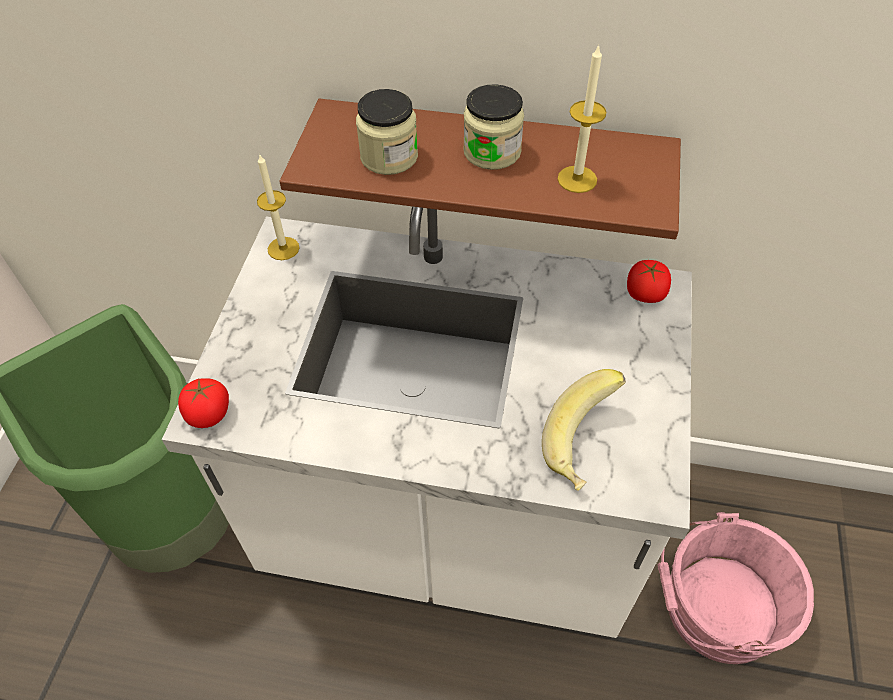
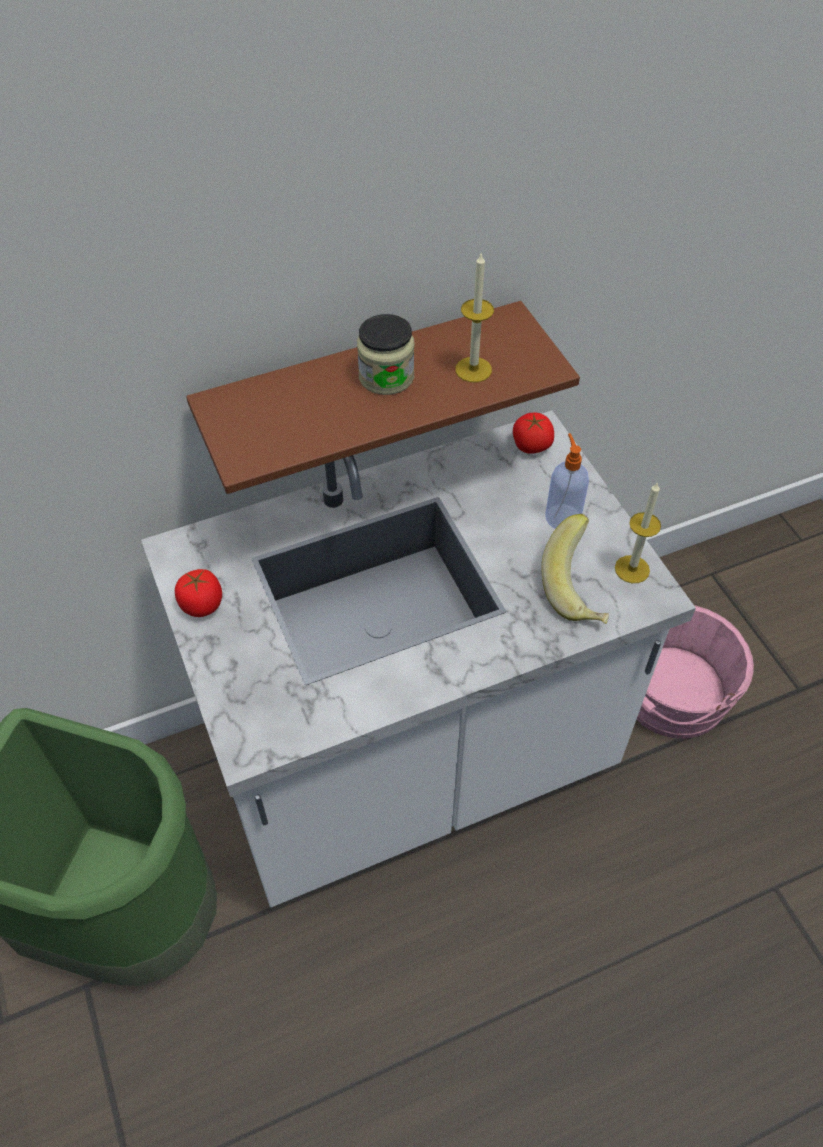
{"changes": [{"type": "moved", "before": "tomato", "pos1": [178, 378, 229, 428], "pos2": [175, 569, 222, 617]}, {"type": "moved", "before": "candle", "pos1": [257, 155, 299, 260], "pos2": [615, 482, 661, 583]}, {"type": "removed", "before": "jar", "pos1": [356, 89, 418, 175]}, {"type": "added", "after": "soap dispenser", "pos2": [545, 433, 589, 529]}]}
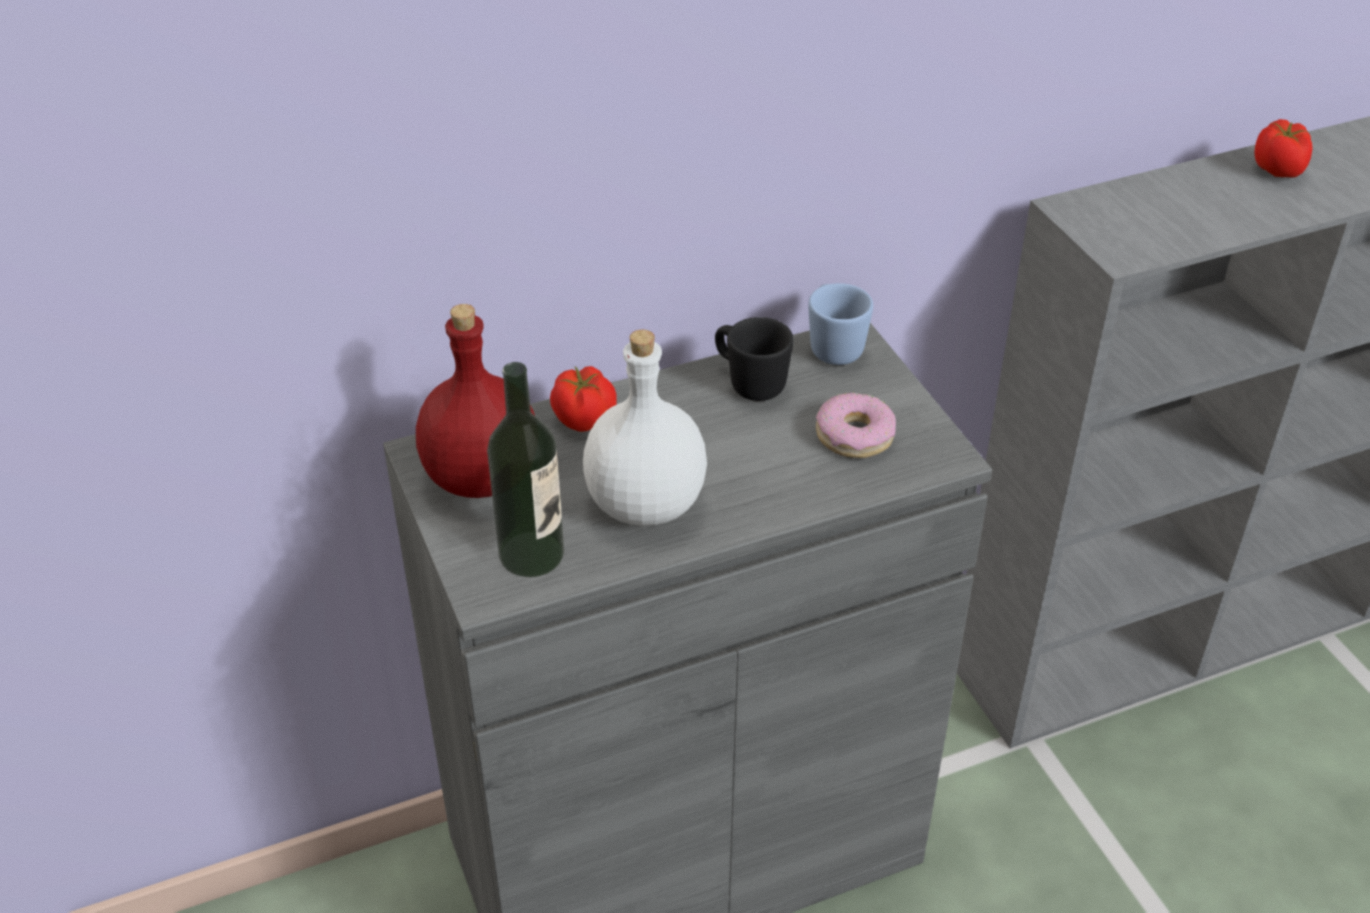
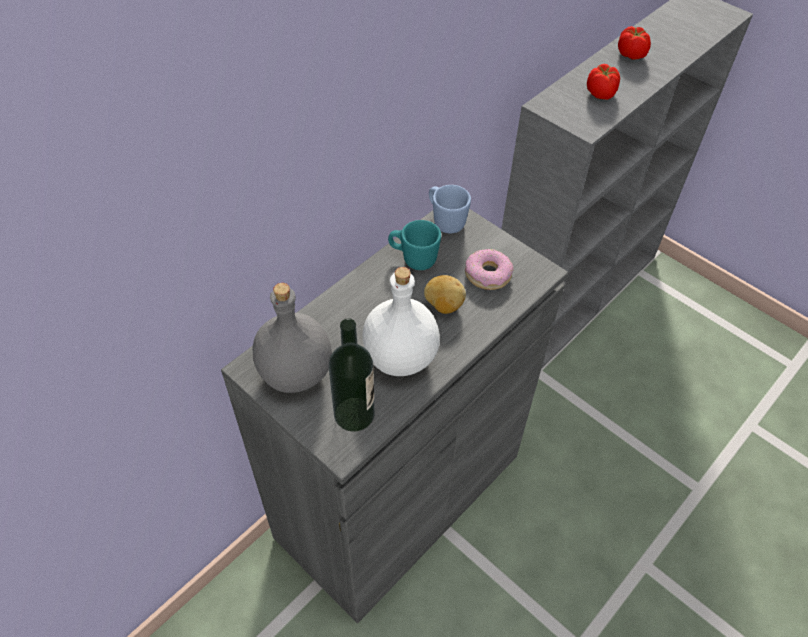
{"changes": [{"type": "recoloured", "before": "red bottle", "after": "grey bottle", "pos1": [416, 304, 535, 498], "pos2": [252, 283, 332, 393]}, {"type": "moved", "before": "tomato", "pos1": [550, 366, 617, 432], "pos2": [587, 64, 620, 100]}, {"type": "recoloured", "before": "black mug", "after": "turquoise mug", "pos1": [715, 317, 794, 401], "pos2": [388, 220, 441, 270]}, {"type": "added", "after": "potato", "pos2": [424, 275, 466, 314]}]}
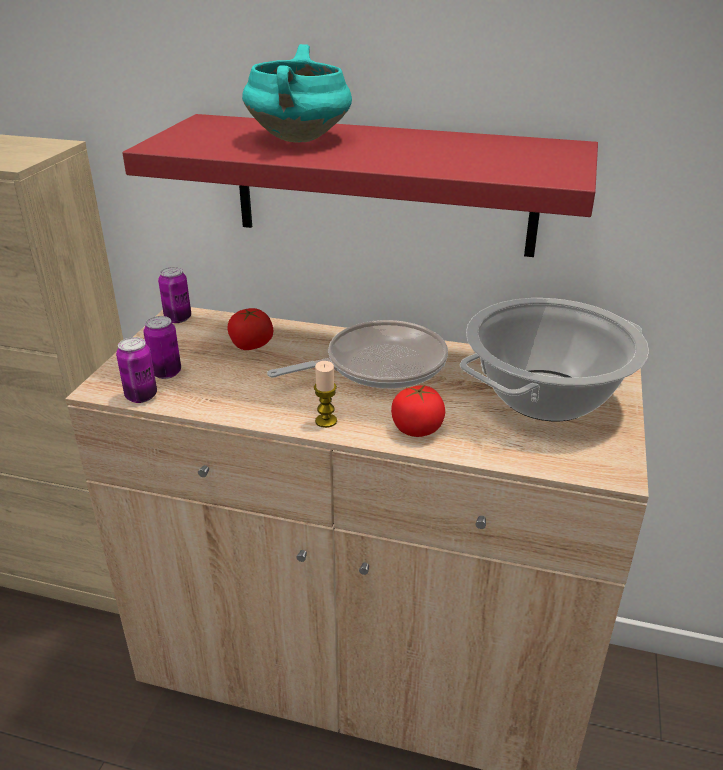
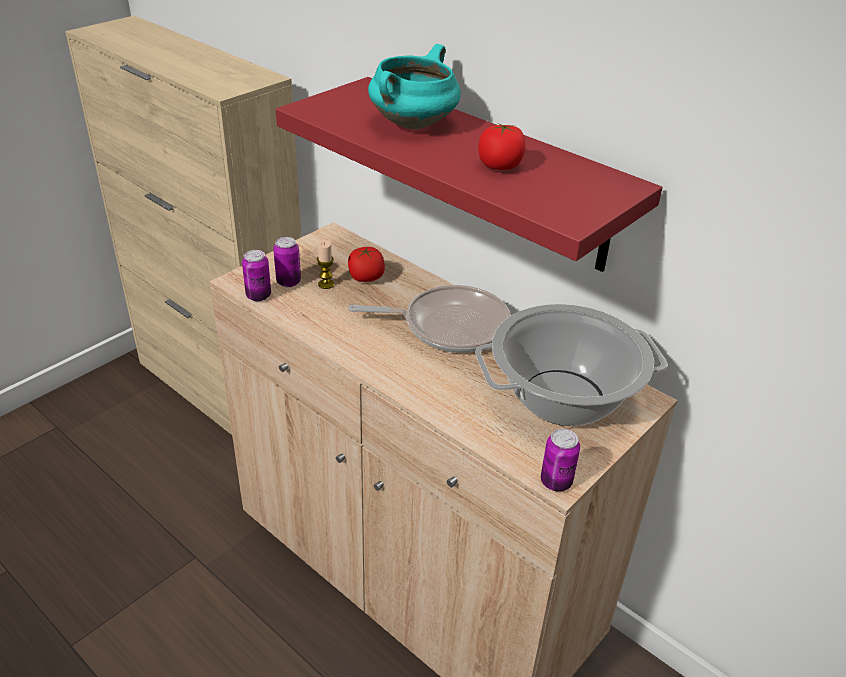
{"changes": [{"type": "moved", "before": "can", "pos1": [158, 267, 191, 323], "pos2": [541, 429, 580, 492]}, {"type": "moved", "before": "candle", "pos1": [314, 361, 337, 428], "pos2": [317, 240, 334, 289]}, {"type": "moved", "before": "tomato", "pos1": [391, 384, 445, 437], "pos2": [478, 123, 526, 170]}]}
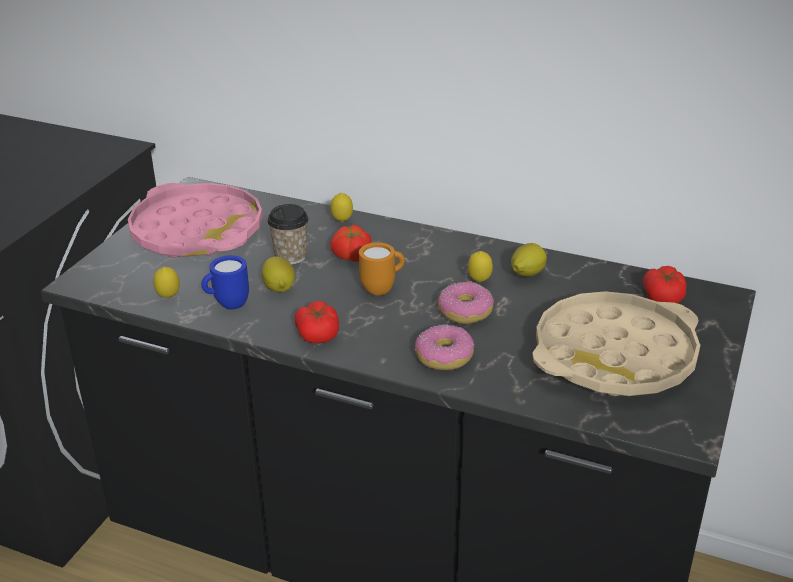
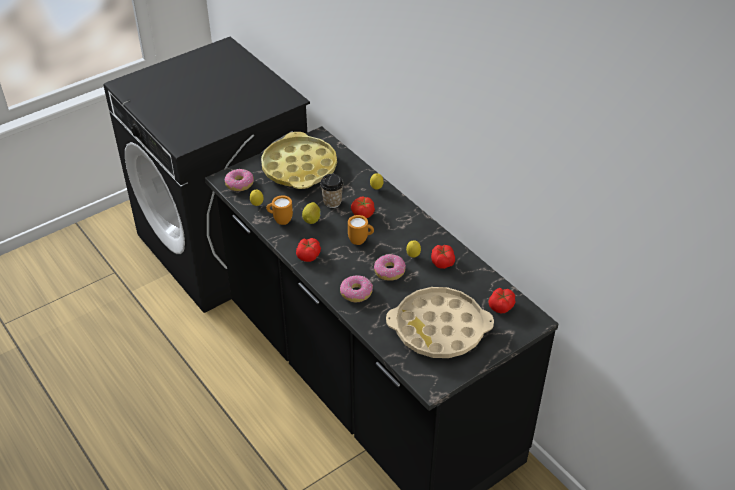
{"changes": [{"type": "recoloured", "before": "pink tray", "after": "yellow tray", "pos1": [128, 183, 263, 258], "pos2": [261, 132, 337, 189]}, {"type": "recoloured", "before": "blue mug", "after": "orange mug", "pos1": [201, 255, 249, 310], "pos2": [266, 195, 293, 225]}, {"type": "replaced", "before": "lemon", "after": "tomato", "pos1": [511, 243, 547, 277], "pos2": [431, 245, 455, 269]}, {"type": "added", "after": "donut", "pos2": [225, 169, 254, 191]}]}
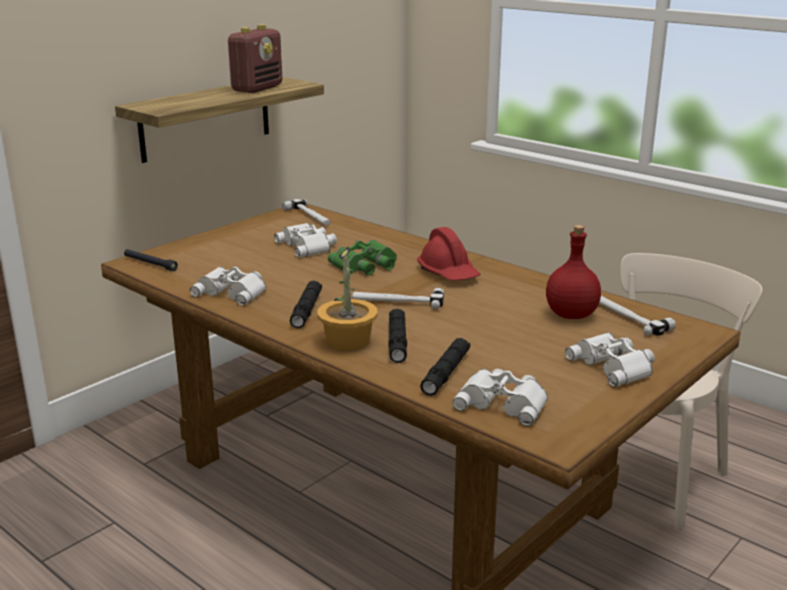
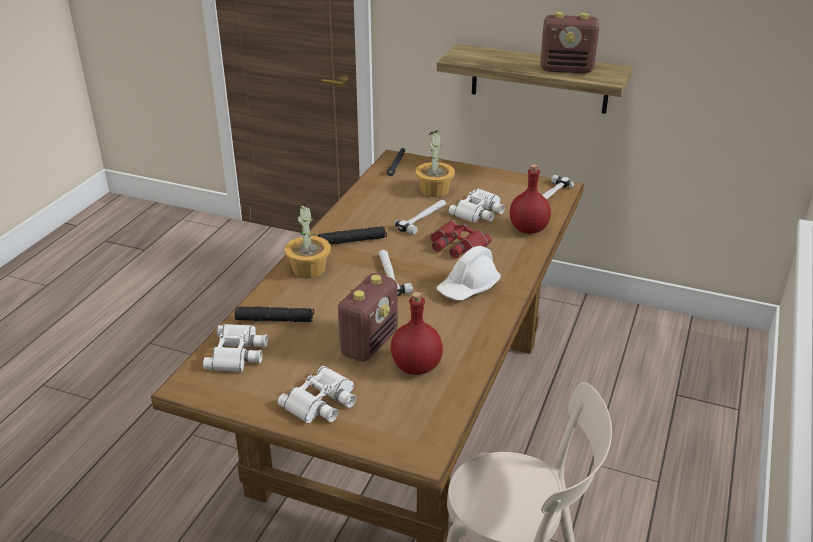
{"changes": [{"type": "removed", "before": "white binoculars", "pos1": [190, 266, 266, 305]}, {"type": "recoloured", "before": "green binoculars", "after": "red binoculars", "pos1": [328, 240, 397, 275], "pos2": [430, 221, 492, 258]}, {"type": "removed", "before": "black flashlight", "pos1": [388, 309, 407, 363]}, {"type": "recoloured", "before": "red hard hat", "after": "white hard hat", "pos1": [417, 227, 480, 281], "pos2": [436, 246, 501, 301]}, {"type": "moved", "before": "hammer", "pos1": [599, 296, 676, 336], "pos2": [394, 200, 446, 235]}, {"type": "added", "after": "radio", "pos2": [338, 273, 398, 362]}, {"type": "added", "after": "potted plant", "pos2": [415, 130, 455, 197]}, {"type": "added", "after": "red bottle", "pos2": [510, 164, 551, 234]}]}
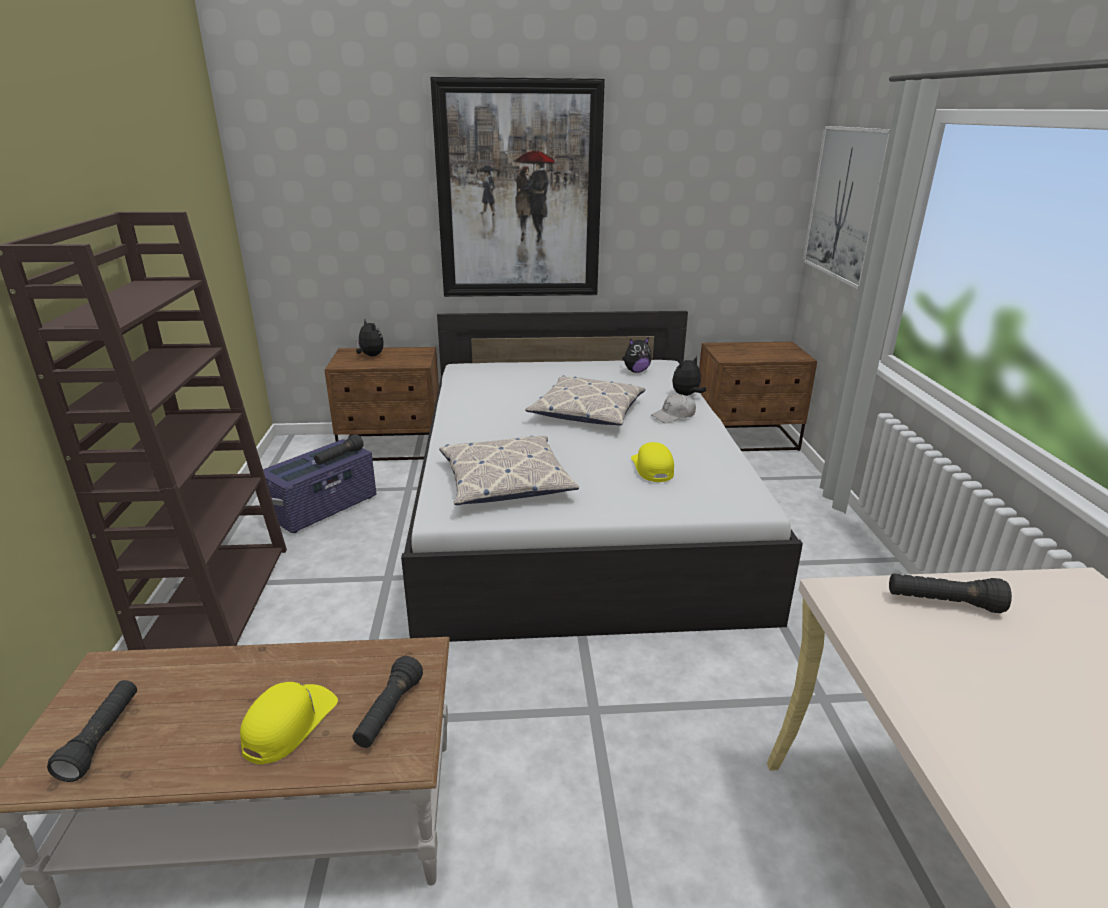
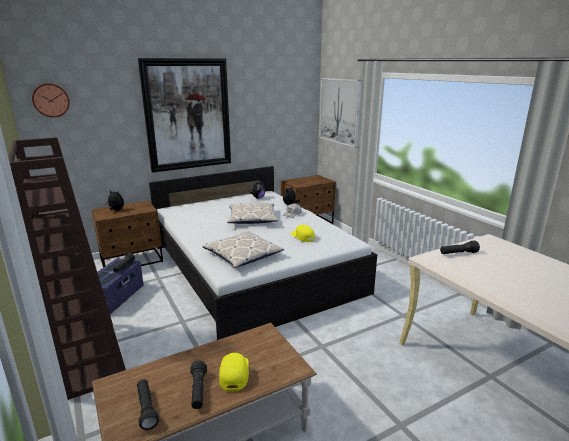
{"changes": [{"type": "moved", "before": "black flashlight", "pos1": [352, 656, 423, 748], "pos2": [190, 361, 207, 409]}, {"type": "added", "after": "wall clock", "pos2": [32, 83, 70, 117]}]}
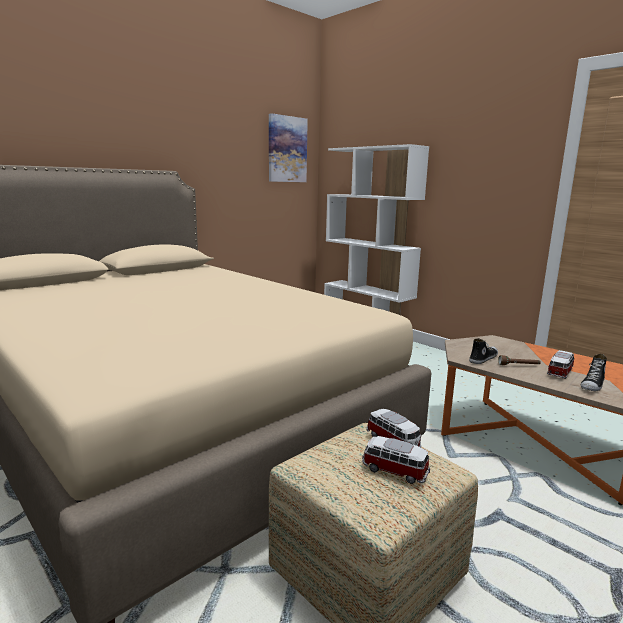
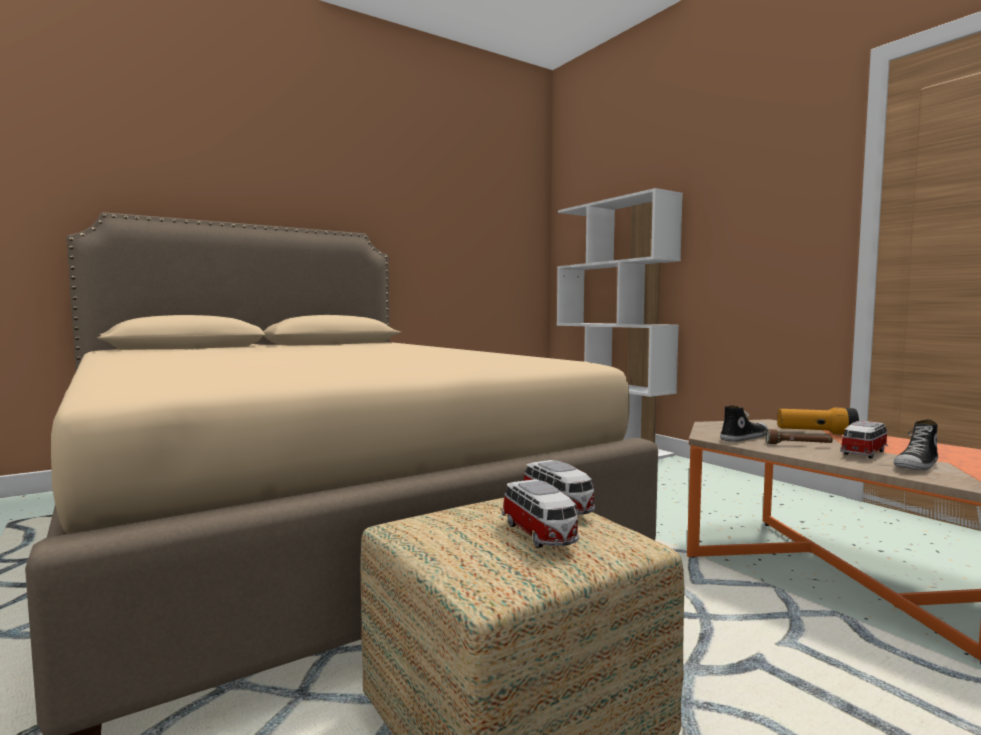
{"changes": [{"type": "removed", "before": "picture", "pos1": [269, 113, 308, 182]}, {"type": "turned", "before": "toy car", "pos1": [362, 436, 430, 484], "pos2": [502, 479, 580, 548], "turn": -150}, {"type": "added", "after": "flashlight", "pos2": [777, 408, 859, 435]}]}
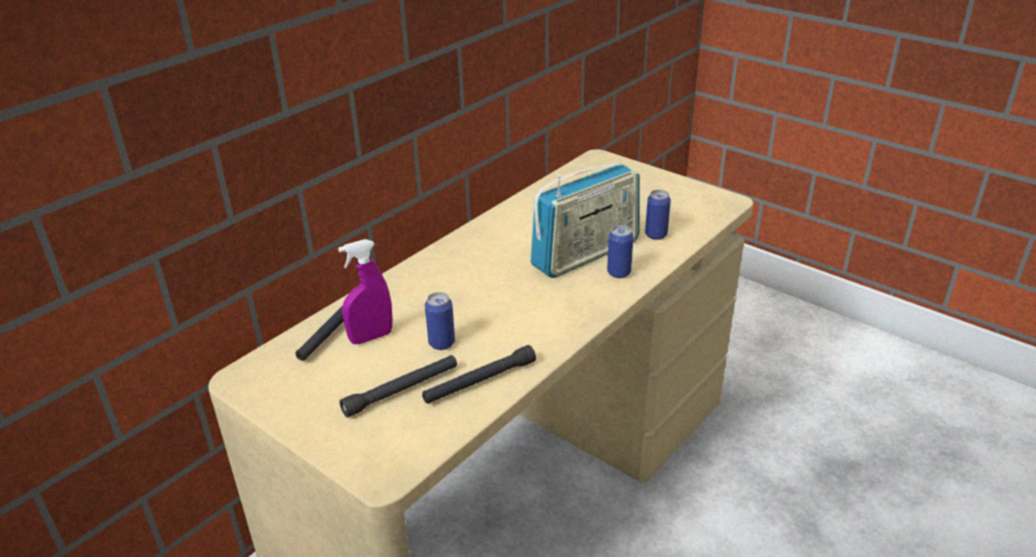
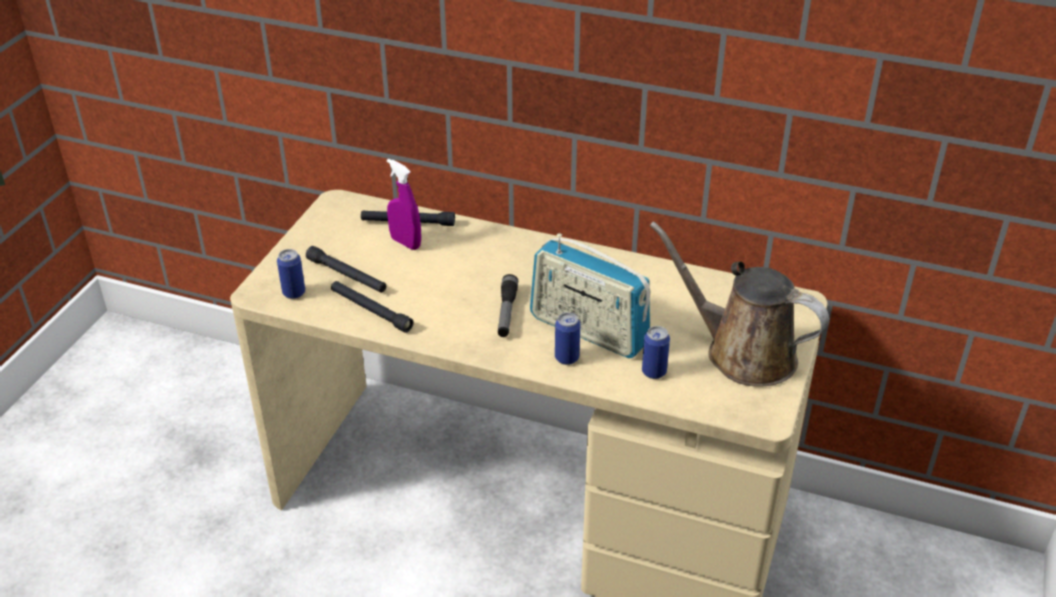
{"changes": [{"type": "moved", "before": "can", "pos1": [425, 292, 455, 350], "pos2": [277, 249, 305, 299]}, {"type": "added", "after": "flashlight", "pos2": [498, 274, 518, 337]}, {"type": "added", "after": "brown watering can", "pos2": [650, 221, 829, 387]}]}
